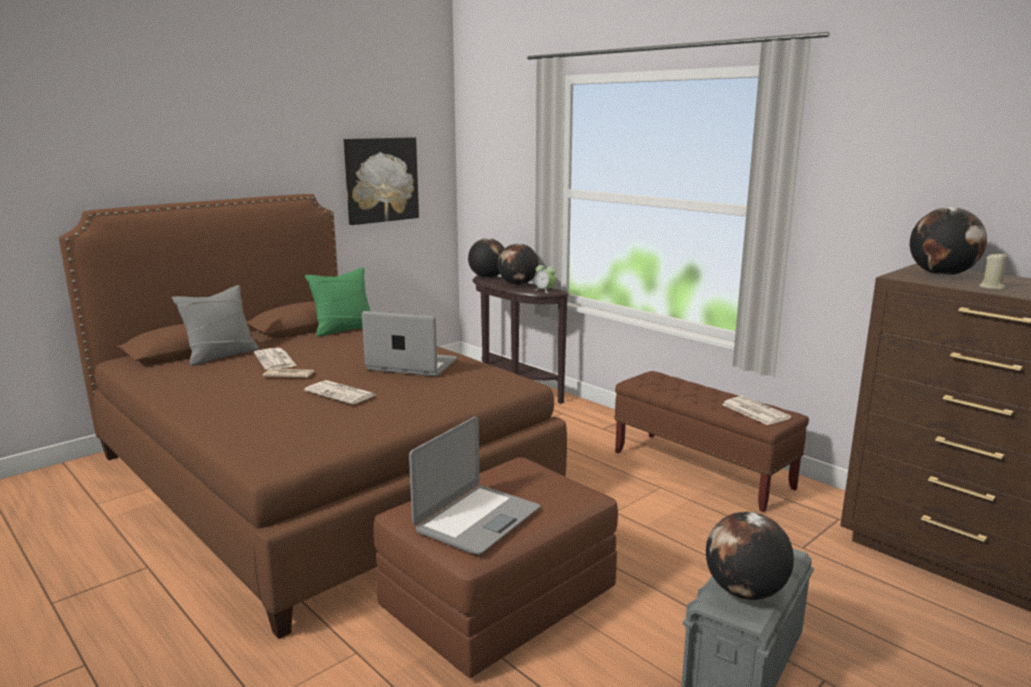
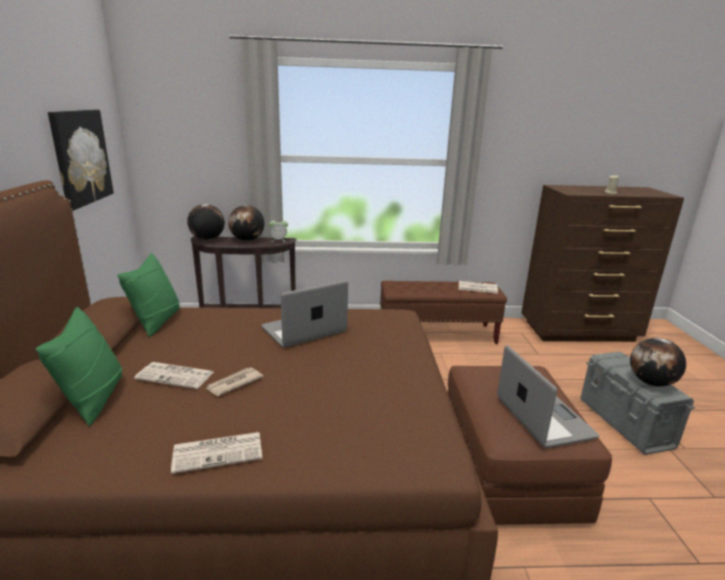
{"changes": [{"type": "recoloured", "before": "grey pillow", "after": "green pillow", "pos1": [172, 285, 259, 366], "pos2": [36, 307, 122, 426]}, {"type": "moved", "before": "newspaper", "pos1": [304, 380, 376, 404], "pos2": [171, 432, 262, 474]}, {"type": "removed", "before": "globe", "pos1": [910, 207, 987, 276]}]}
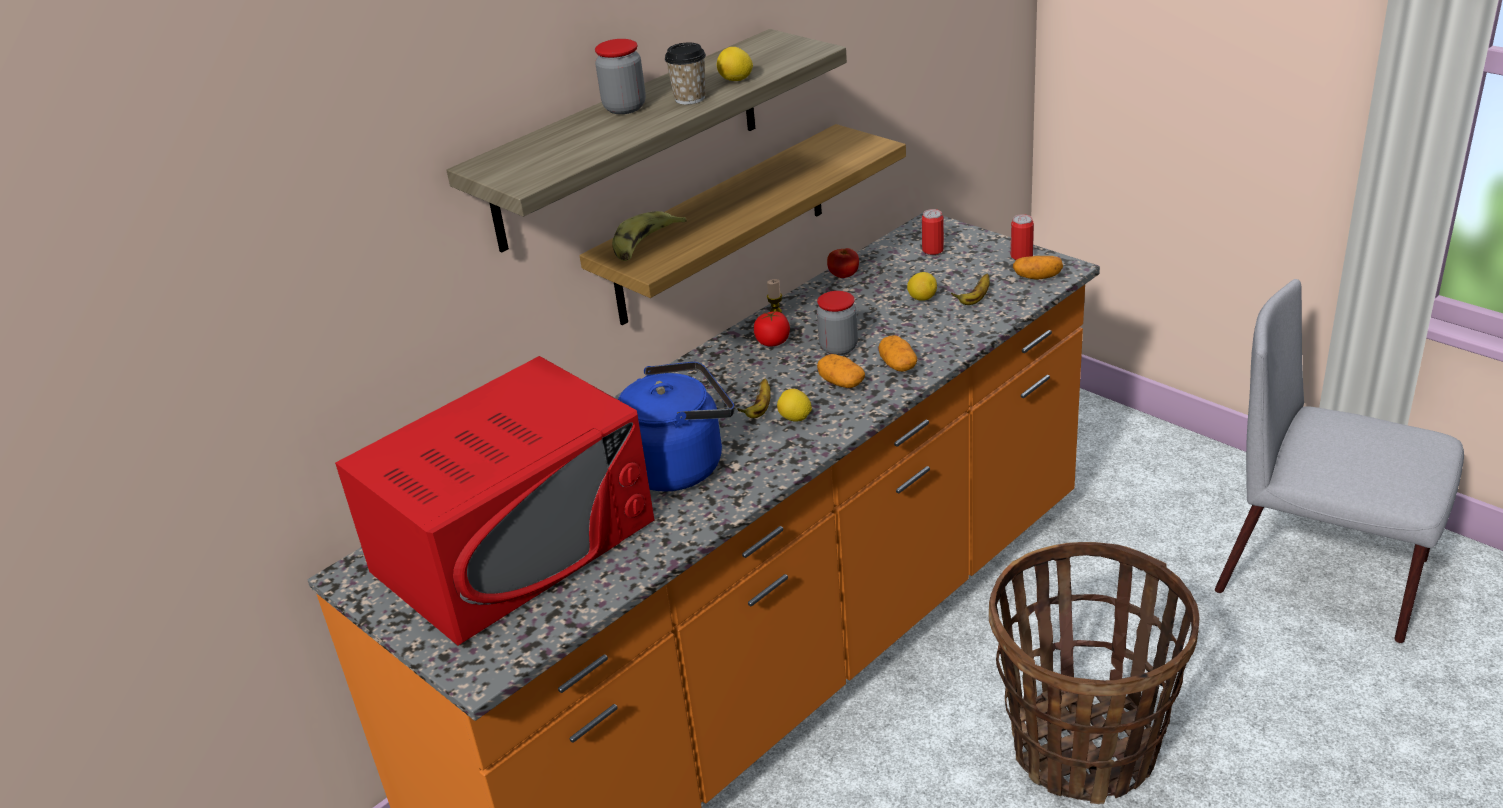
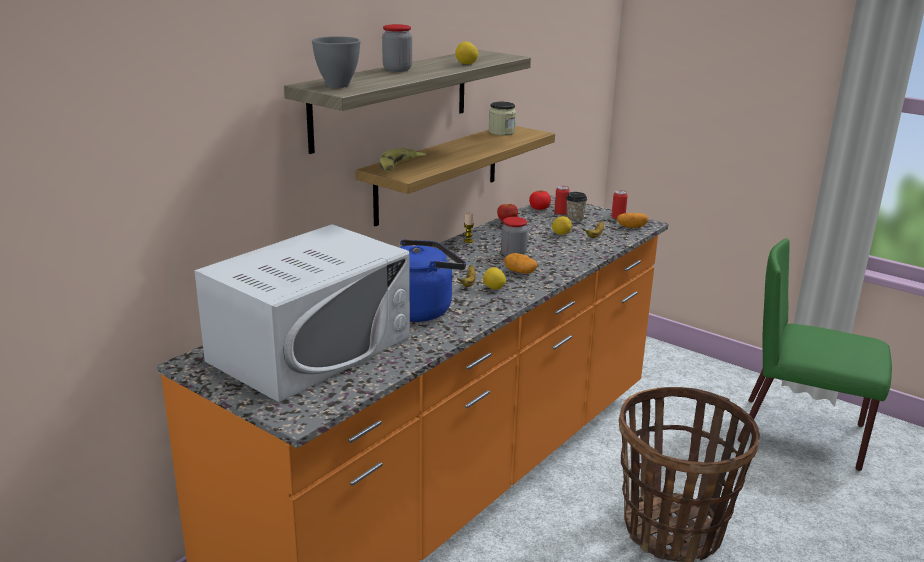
{"changes": [{"type": "recoloured", "before": "red microwave", "after": "white microwave", "pos1": [335, 356, 654, 646], "pos2": [194, 224, 410, 402]}, {"type": "moved", "before": "cup", "pos1": [665, 43, 706, 105], "pos2": [566, 192, 587, 223]}, {"type": "moved", "before": "tomato", "pos1": [754, 311, 790, 347], "pos2": [529, 190, 551, 210]}, {"type": "removed", "before": "potato", "pos1": [878, 335, 917, 372]}, {"type": "recoloured", "before": "grey chair", "after": "green chair", "pos1": [1215, 279, 1464, 643], "pos2": [737, 238, 892, 471]}, {"type": "added", "after": "grey bowl", "pos2": [312, 36, 360, 88]}, {"type": "added", "after": "jar", "pos2": [488, 102, 516, 135]}]}
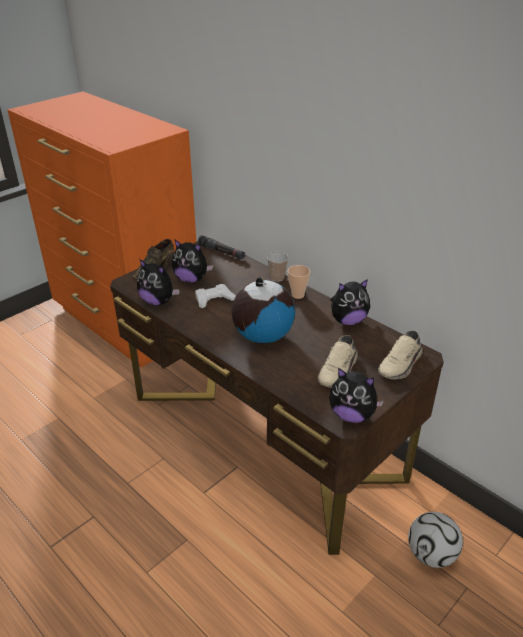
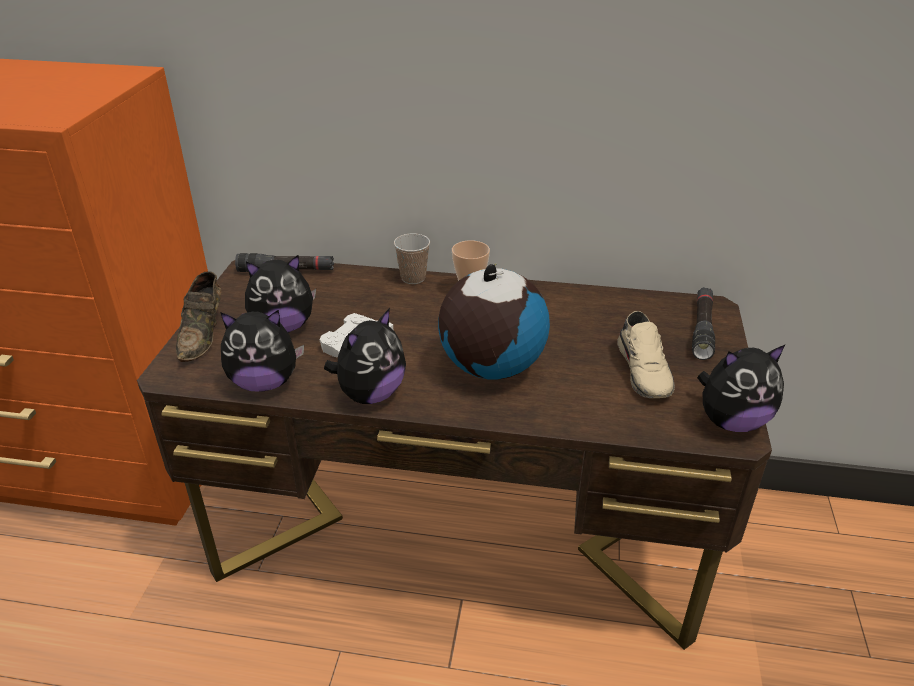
{"changes": [{"type": "moved", "before": "plush toy", "pos1": [331, 279, 370, 325], "pos2": [324, 308, 406, 404]}, {"type": "replaced", "before": "beige shoe", "after": "black flashlight", "pos1": [378, 330, 423, 379], "pos2": [692, 287, 715, 360]}, {"type": "removed", "before": "football", "pos1": [408, 512, 463, 568]}]}
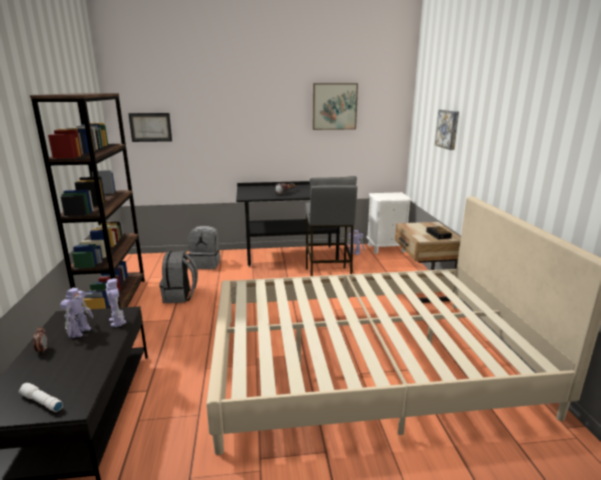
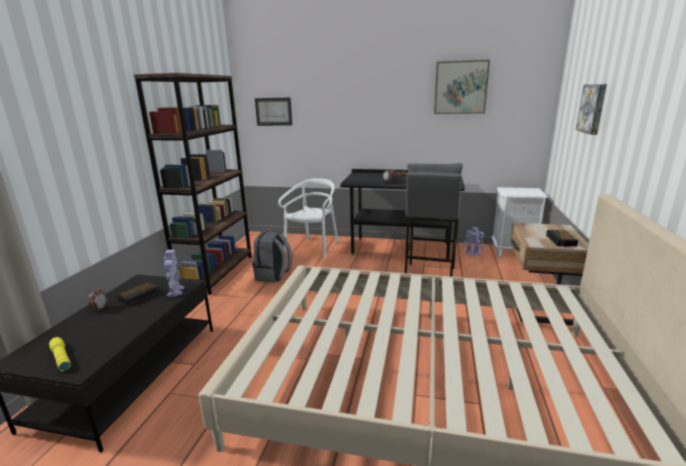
{"changes": [{"type": "recoloured", "before": "white flashlight", "after": "yellow flashlight", "pos1": [18, 383, 63, 412], "pos2": [49, 337, 71, 371]}, {"type": "replaced", "before": "toy robot", "after": "alarm clock", "pos1": [60, 288, 94, 338], "pos2": [117, 282, 160, 306]}, {"type": "replaced", "before": "grey backpack", "after": "white chair", "pos1": [188, 225, 220, 269], "pos2": [278, 178, 338, 259]}]}
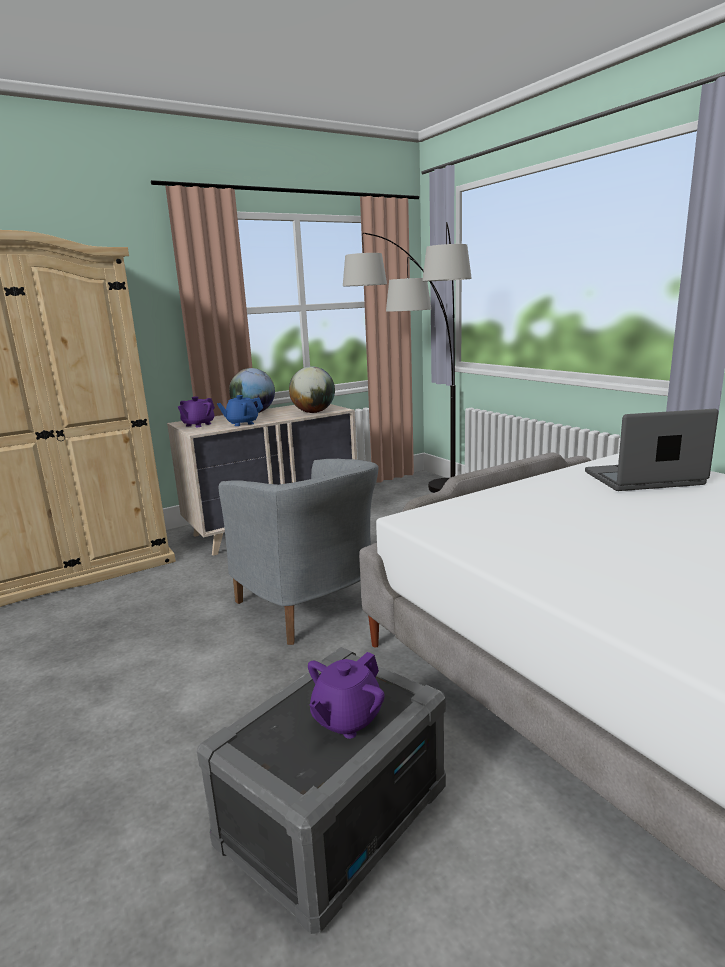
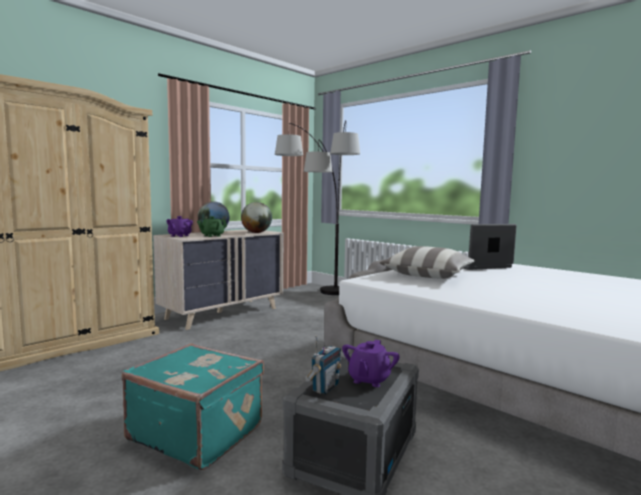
{"changes": [{"type": "recoloured", "before": "blue teapot", "after": "green teapot", "pos1": [217, 395, 263, 426], "pos2": [197, 216, 227, 237]}, {"type": "removed", "before": "grey armchair", "pos1": [218, 459, 379, 645]}, {"type": "added", "after": "turquoise suitcase", "pos2": [122, 343, 264, 470]}, {"type": "added", "after": "radio", "pos2": [307, 335, 341, 394]}, {"type": "added", "after": "pillow", "pos2": [380, 246, 475, 279]}]}
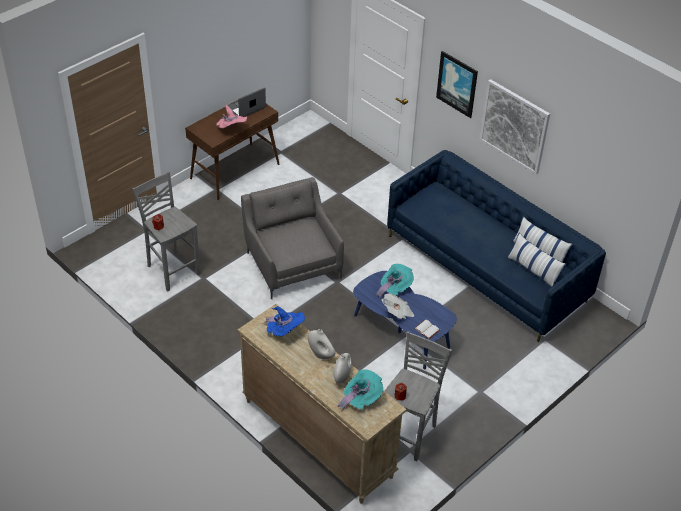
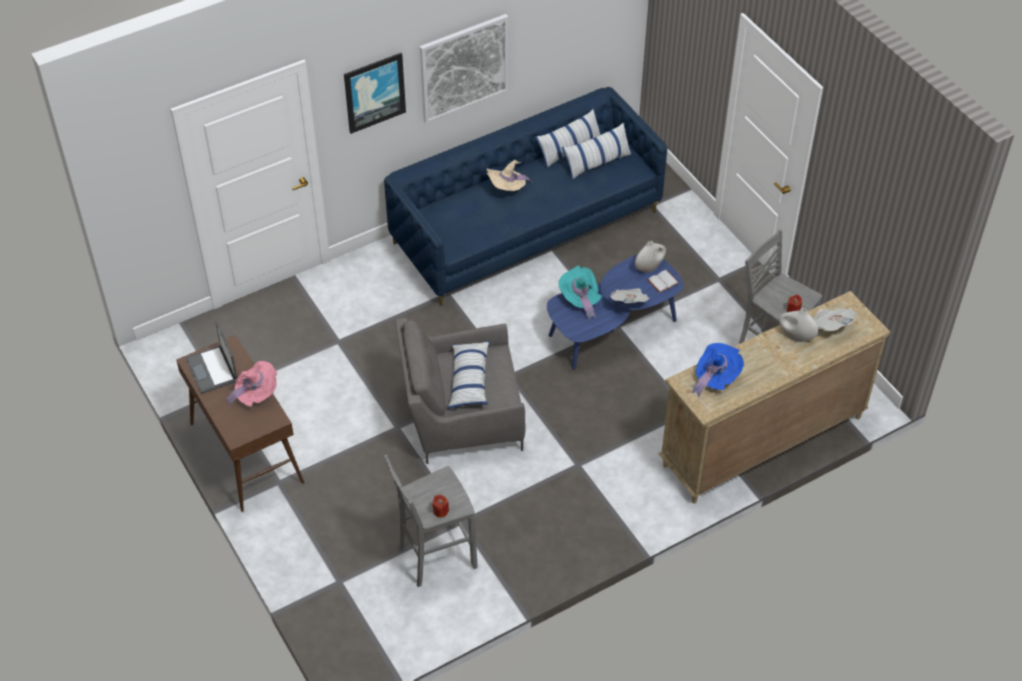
{"changes": [{"type": "moved", "before": "white vase", "pos1": [308, 329, 335, 359], "pos2": [635, 241, 666, 273]}, {"type": "replaced", "before": "turquoise hat", "after": "newspaper", "pos1": [338, 369, 383, 411], "pos2": [814, 308, 857, 331]}, {"type": "added", "after": "pillow", "pos2": [448, 341, 490, 409]}, {"type": "added", "after": "beige hat", "pos2": [486, 160, 533, 191]}]}
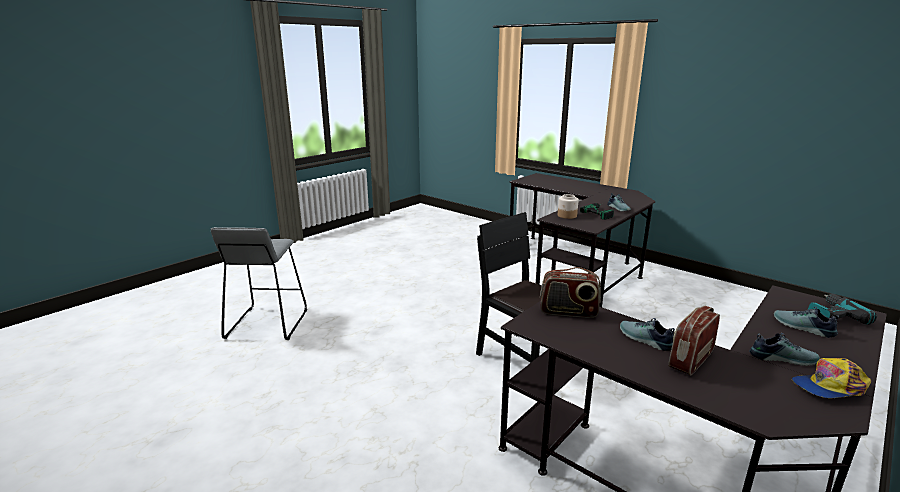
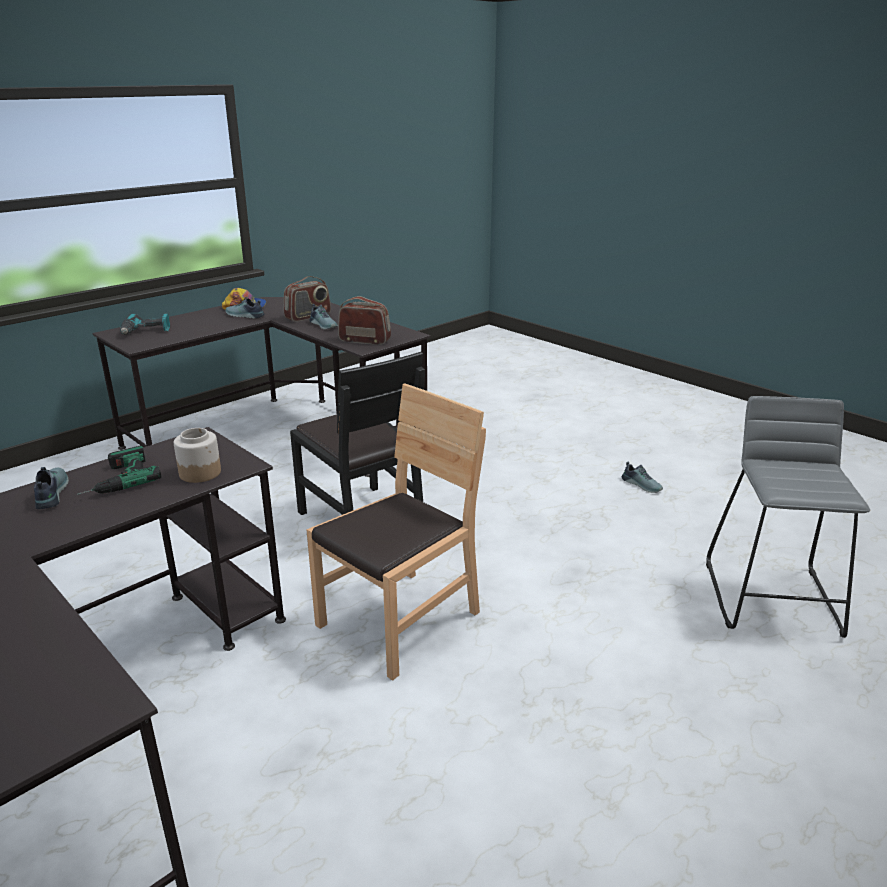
{"changes": [{"type": "moved", "before": "shoe", "pos1": [774, 307, 839, 338], "pos2": [622, 462, 663, 493]}, {"type": "added", "after": "brown chair", "pos2": [306, 383, 486, 681]}]}
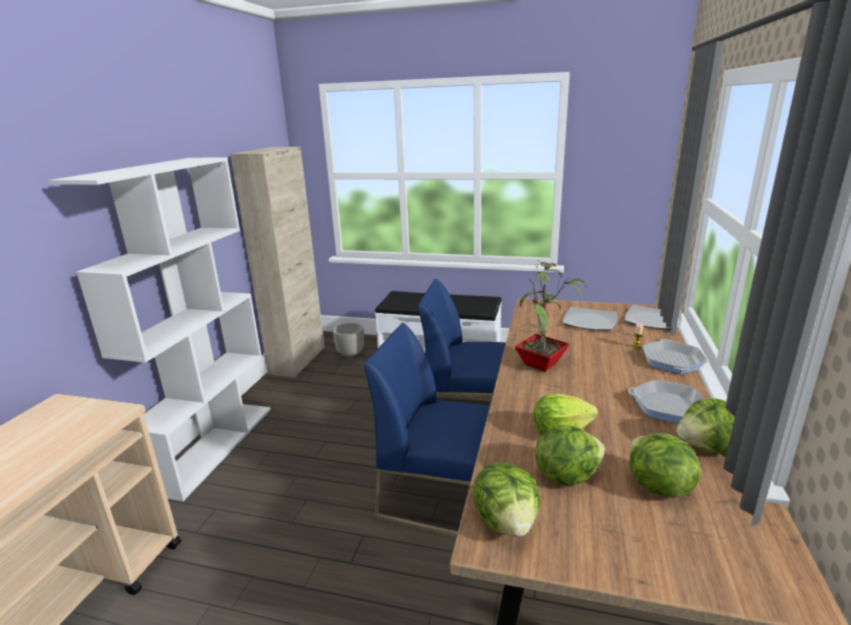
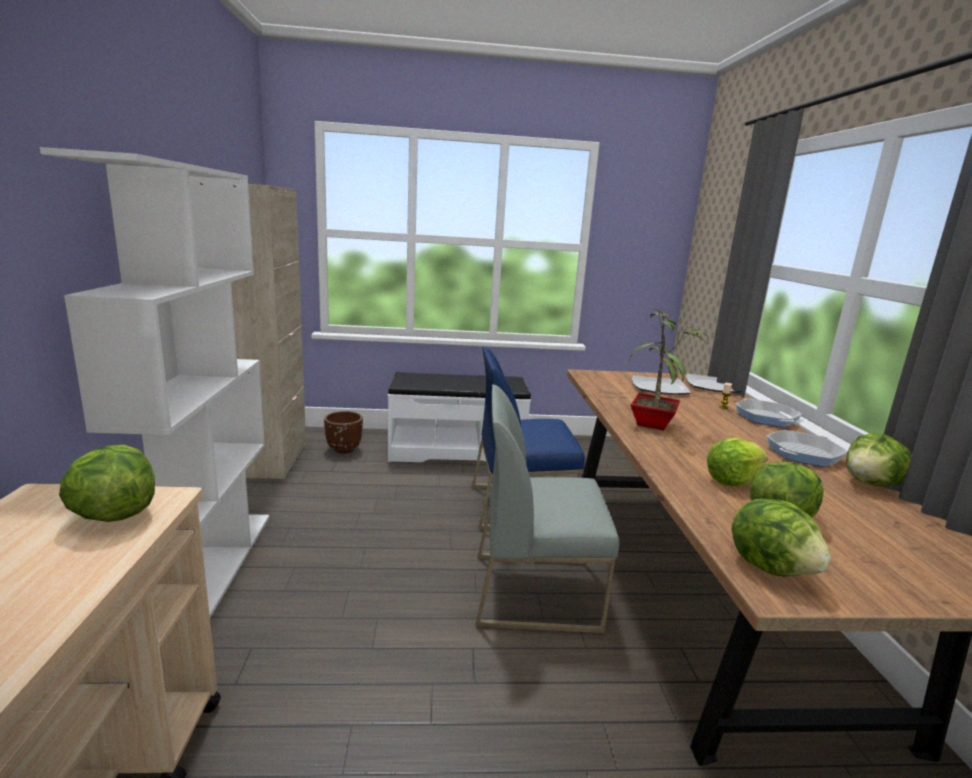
{"changes": [{"type": "recoloured", "before": "grey planter", "after": "brown planter", "pos1": [333, 323, 364, 358], "pos2": [324, 411, 363, 453]}, {"type": "recoloured", "before": "blue chair", "after": "grey chair", "pos1": [364, 323, 490, 537], "pos2": [476, 384, 619, 633]}, {"type": "turned", "before": "frying pan", "pos1": [628, 380, 705, 424], "pos2": [766, 430, 848, 467], "turn": 135}, {"type": "moved", "before": "lettuce", "pos1": [629, 433, 701, 498], "pos2": [59, 445, 155, 522]}]}
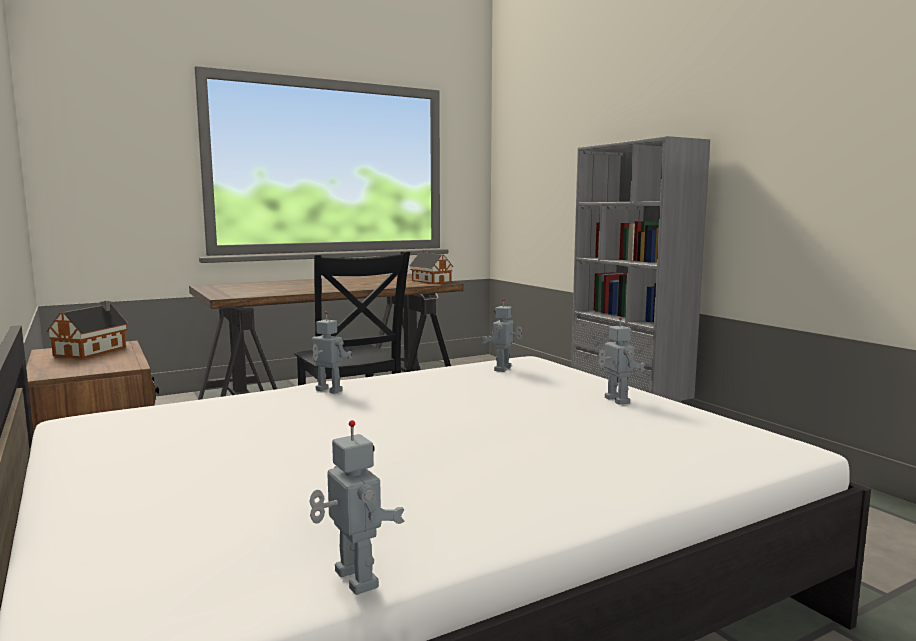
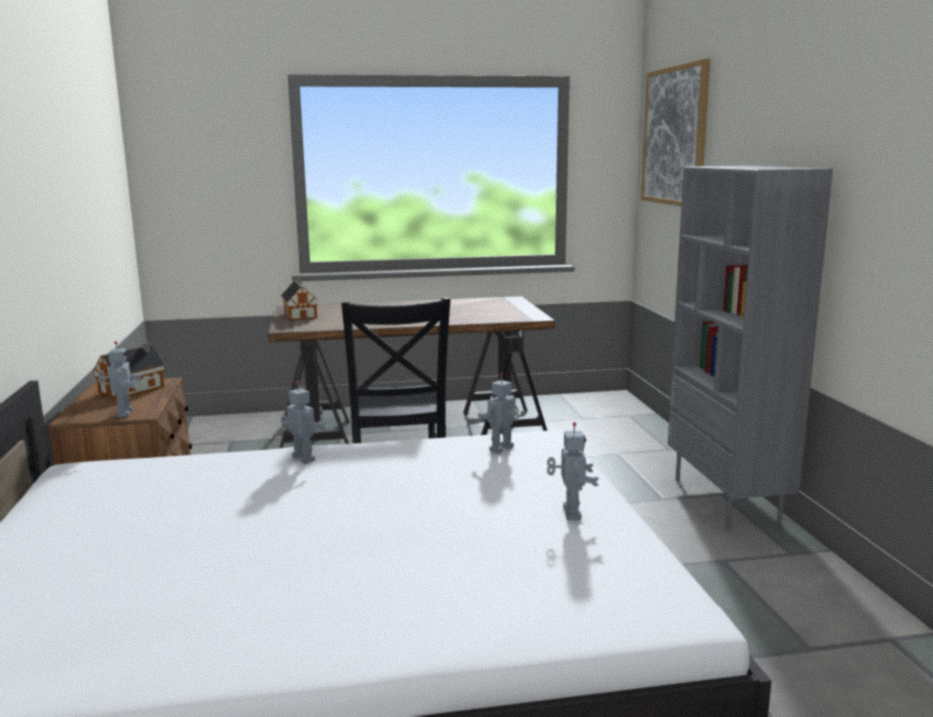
{"changes": [{"type": "moved", "before": "toy robot", "pos1": [309, 420, 404, 595], "pos2": [98, 341, 142, 417]}, {"type": "moved", "before": "toy house", "pos1": [409, 250, 453, 284], "pos2": [281, 278, 319, 320]}, {"type": "added", "after": "picture", "pos2": [641, 59, 711, 206]}]}
